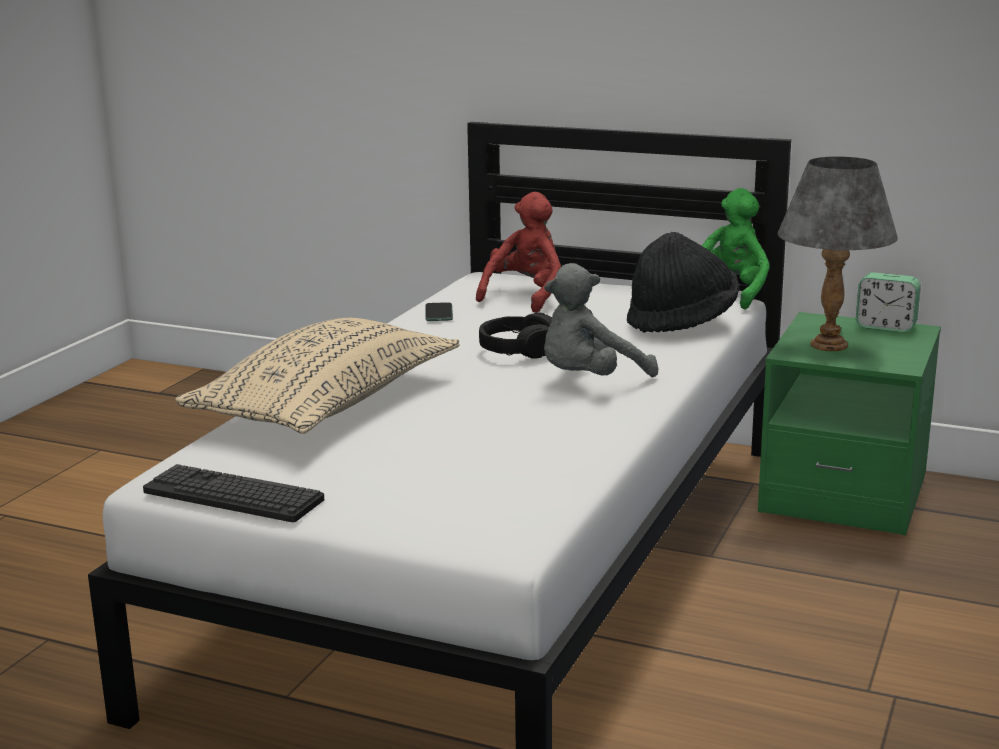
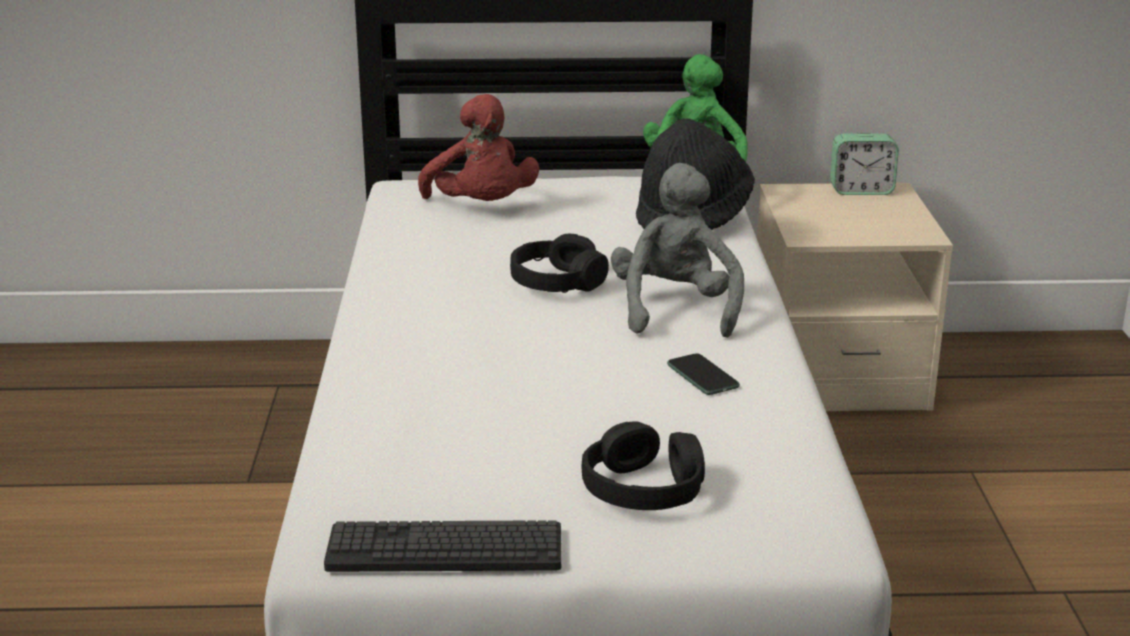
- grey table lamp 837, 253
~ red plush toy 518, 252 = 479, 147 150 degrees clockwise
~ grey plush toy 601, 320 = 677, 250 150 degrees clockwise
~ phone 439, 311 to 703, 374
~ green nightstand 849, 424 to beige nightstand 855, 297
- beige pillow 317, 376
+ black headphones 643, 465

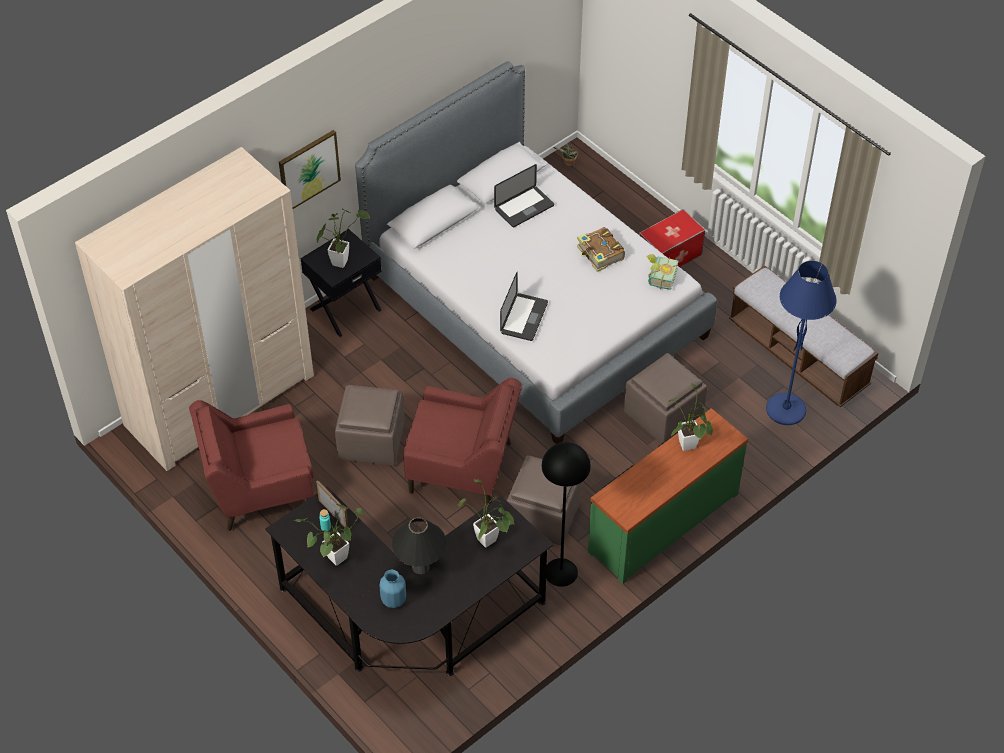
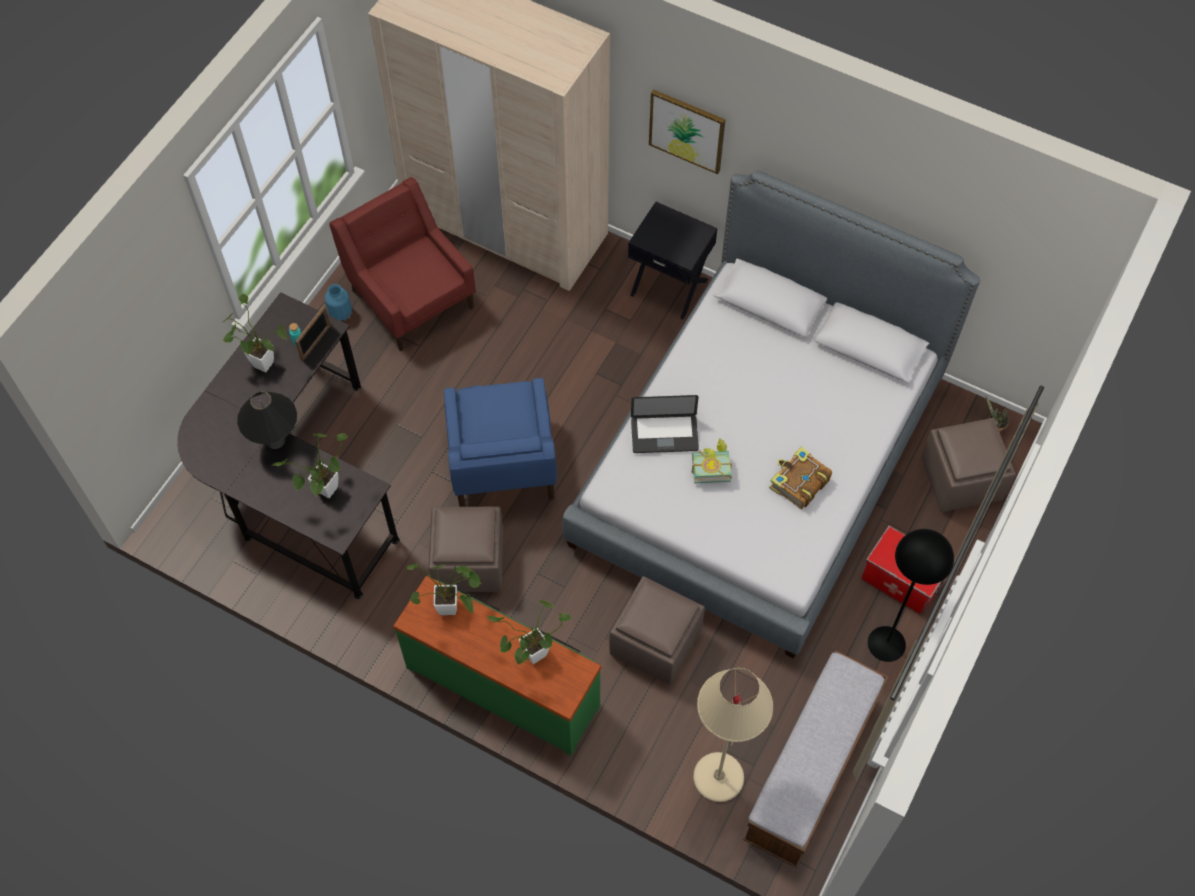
- laptop 524, 195
~ potted plant 343, 238 to 443, 589
~ book 663, 272 to 712, 460
~ blue floor lamp 801, 343 to beige floor lamp 733, 735
~ red armchair 462, 441 to blue armchair 500, 442
~ brown ottoman 369, 425 to 968, 465
~ black floor lamp 566, 514 to 911, 595
~ blue vase 393, 589 to 338, 302

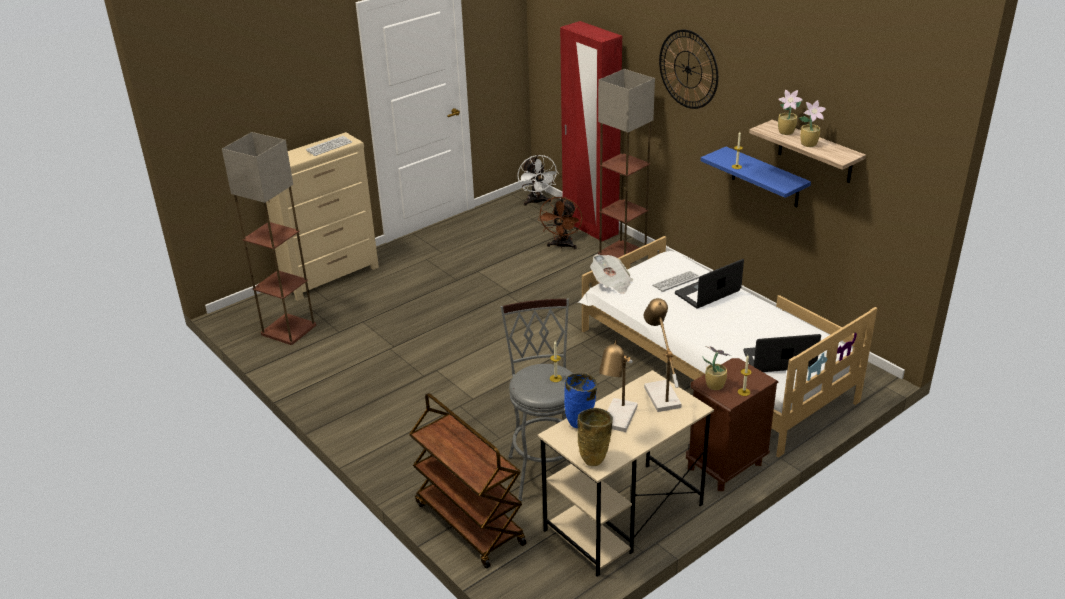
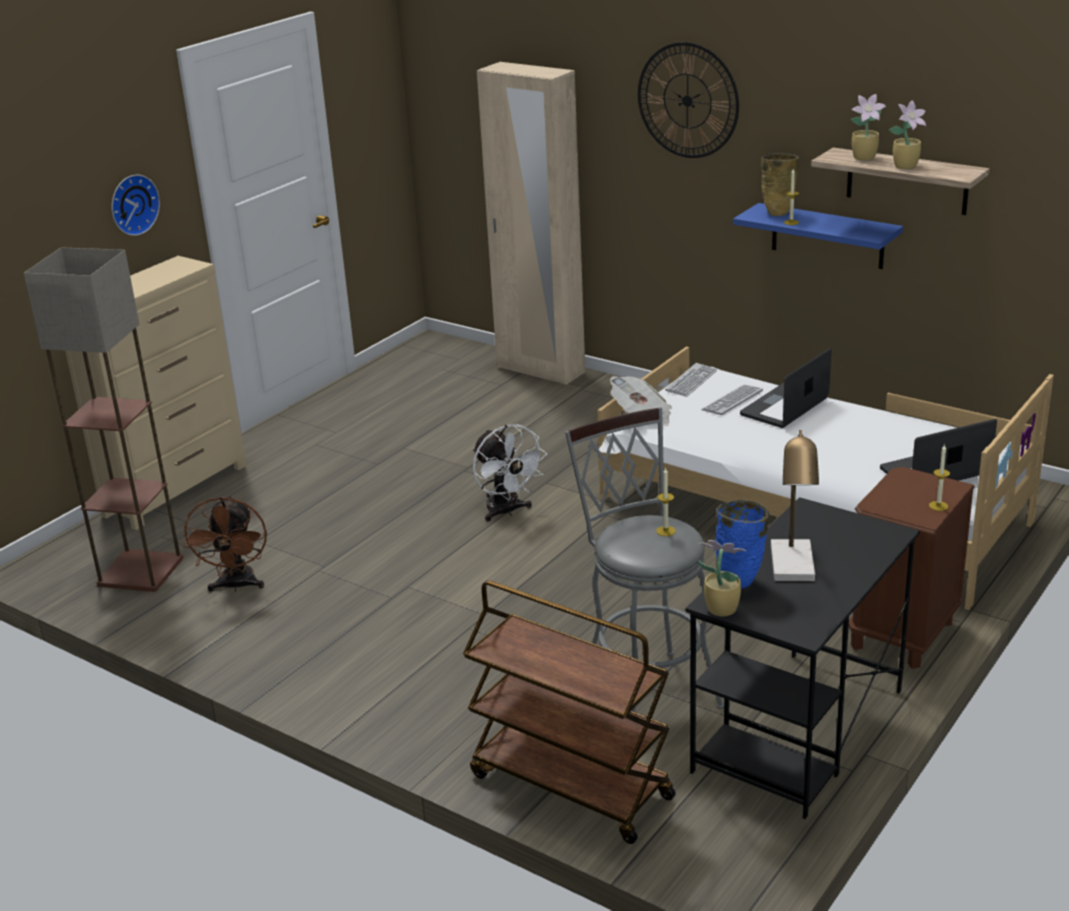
~ red wardrobe 591, 131 to beige wardrobe 531, 223
- floor lamp 626, 166
~ keyboard 329, 146 to 691, 380
~ white fan 538, 180 to 510, 473
~ brown fan 560, 223 to 225, 544
- table lamp 663, 355
~ potted plant 717, 368 to 722, 578
~ beige desk 626, 473 to black desk 803, 658
~ beige vase 595, 437 to 780, 184
+ wall clock 136, 205

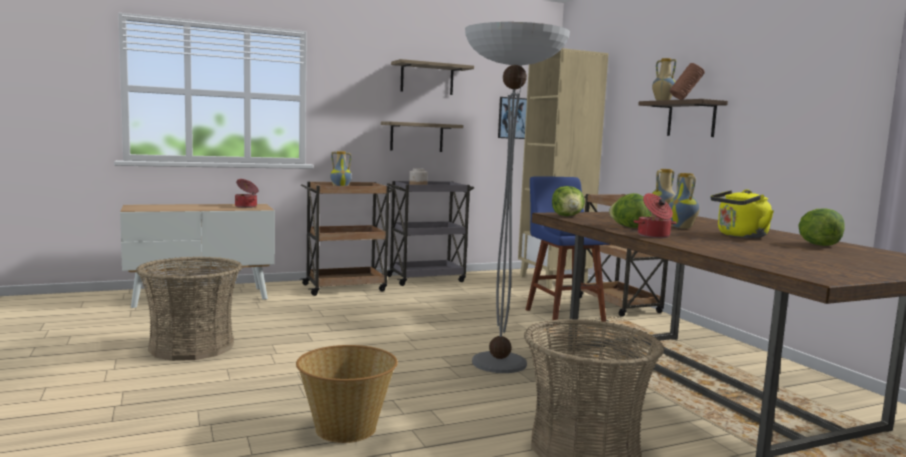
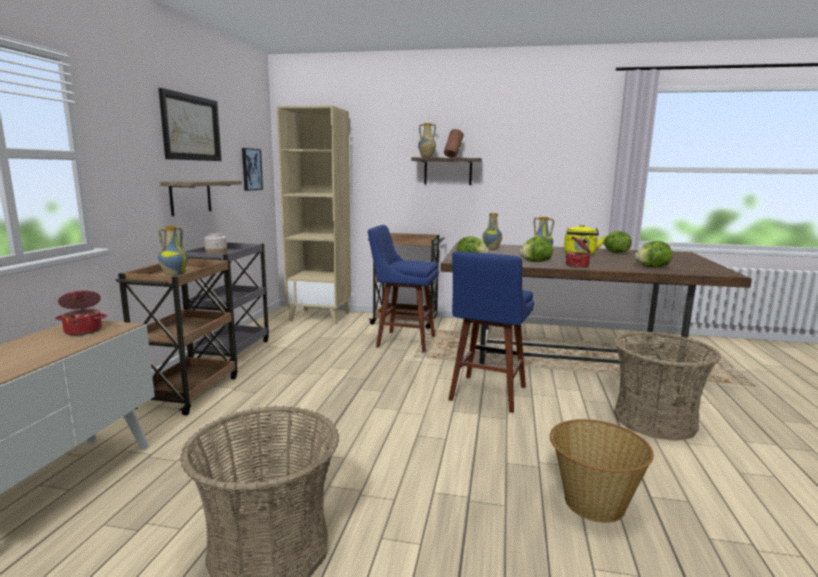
~ floor lamp 517, 197 to blue stool 491, 332
~ shelf 432, 77 to picture 190, 124
+ lettuce 653, 254

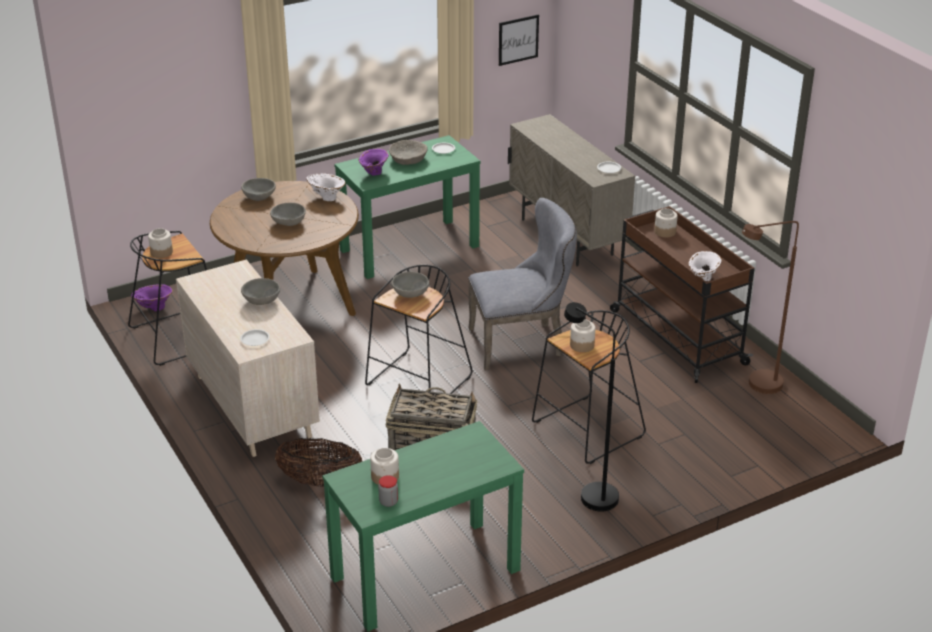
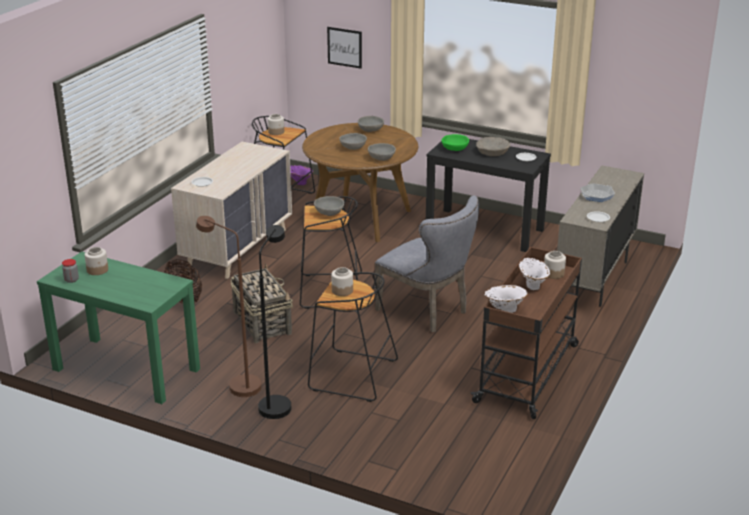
~ picture 519, 40 to 344, 48
~ green console table 407, 207 to black console table 488, 195
~ purple vase 373, 162 to green bowl 455, 142
~ white vase 325, 187 to 534, 274
~ brown floor lamp 770, 307 to 229, 306
~ grey bowl 260, 291 to 382, 152
+ frying pan 597, 192

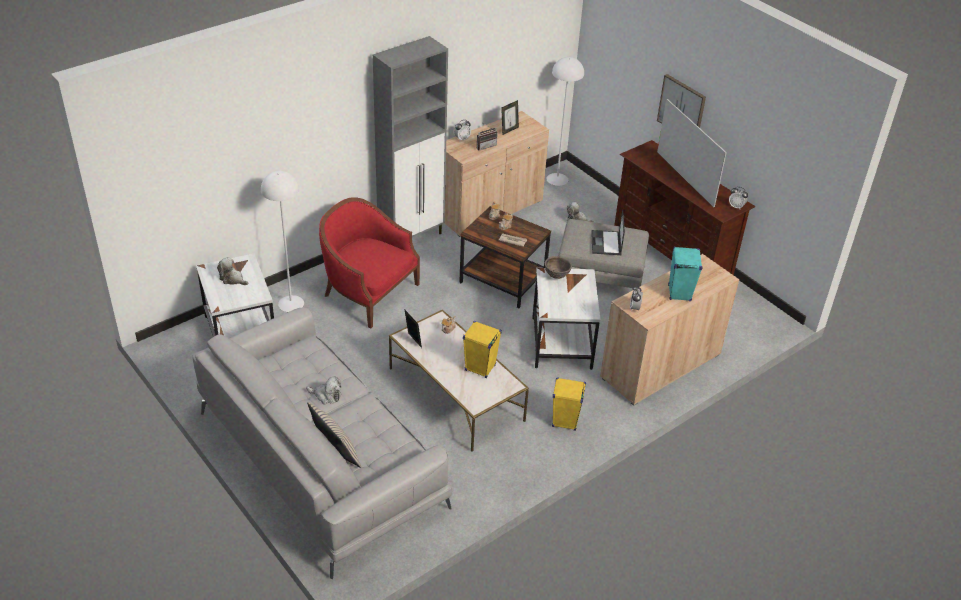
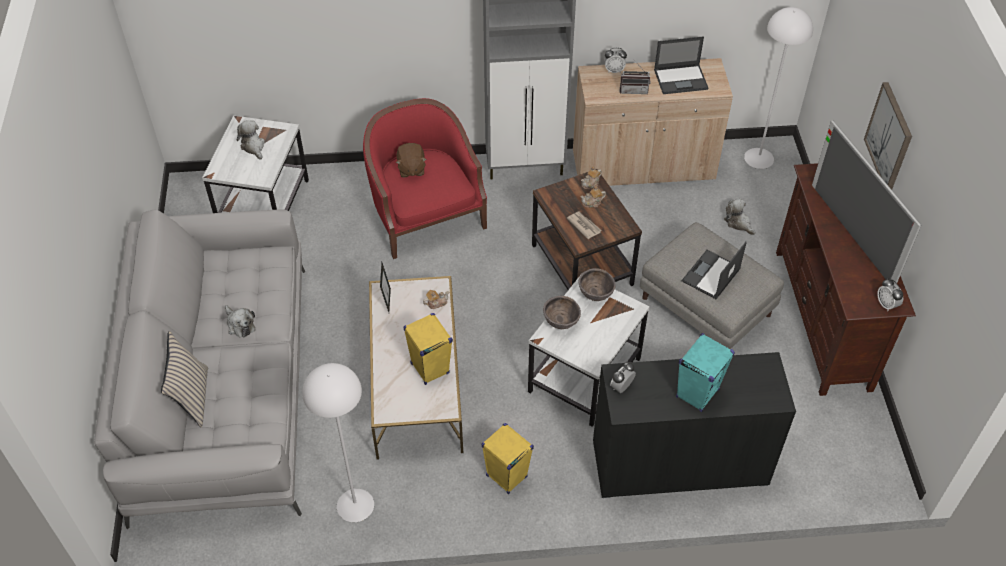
~ television 692, 153 = 866, 202 150 degrees clockwise
~ picture frame 510, 117 to laptop 681, 65
~ white floor lamp 282, 241 to 338, 442
~ beige cabinet 669, 330 to black cabinet 694, 425
+ brown plush toy 411, 160
+ brown bowl 562, 313

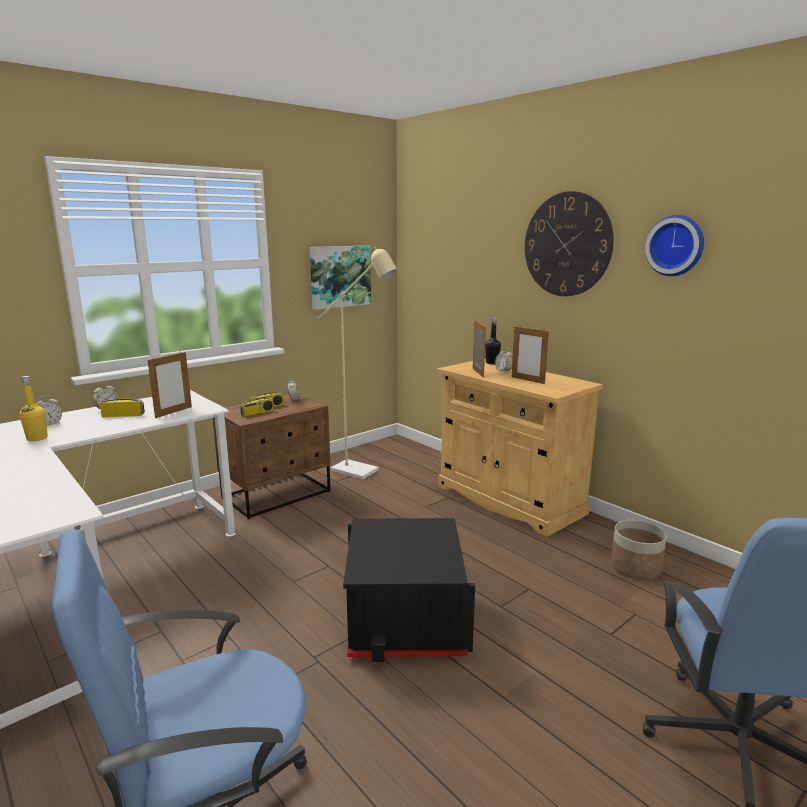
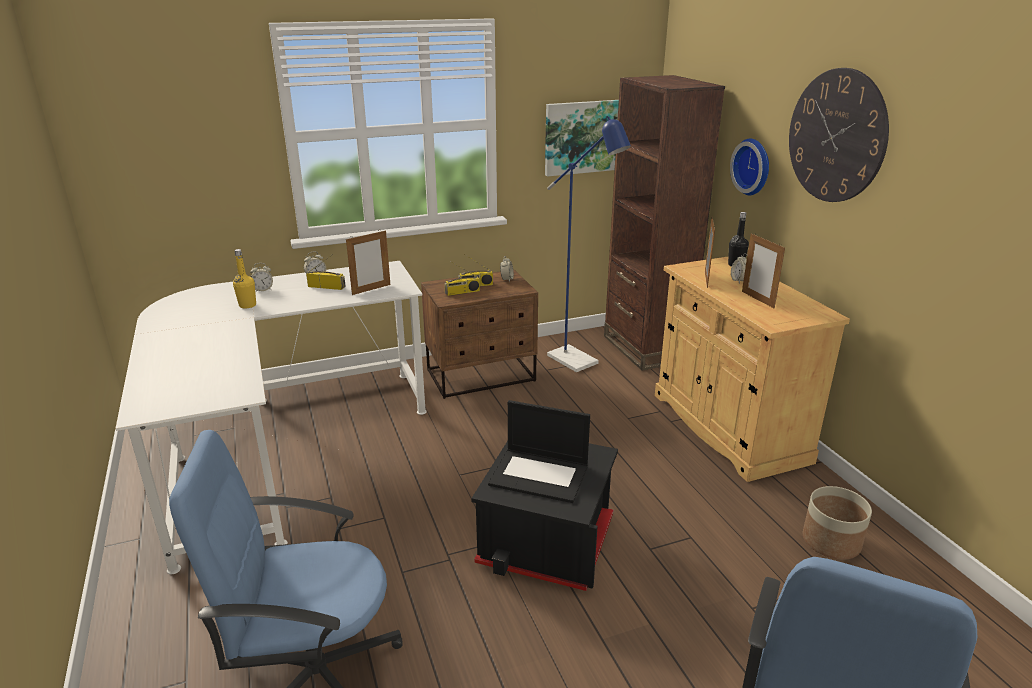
~ wall clock 674, 245 to 749, 167
~ beige floor lamp 357, 363 to blue floor lamp 589, 244
+ brown bookcase 664, 223
+ laptop 539, 451

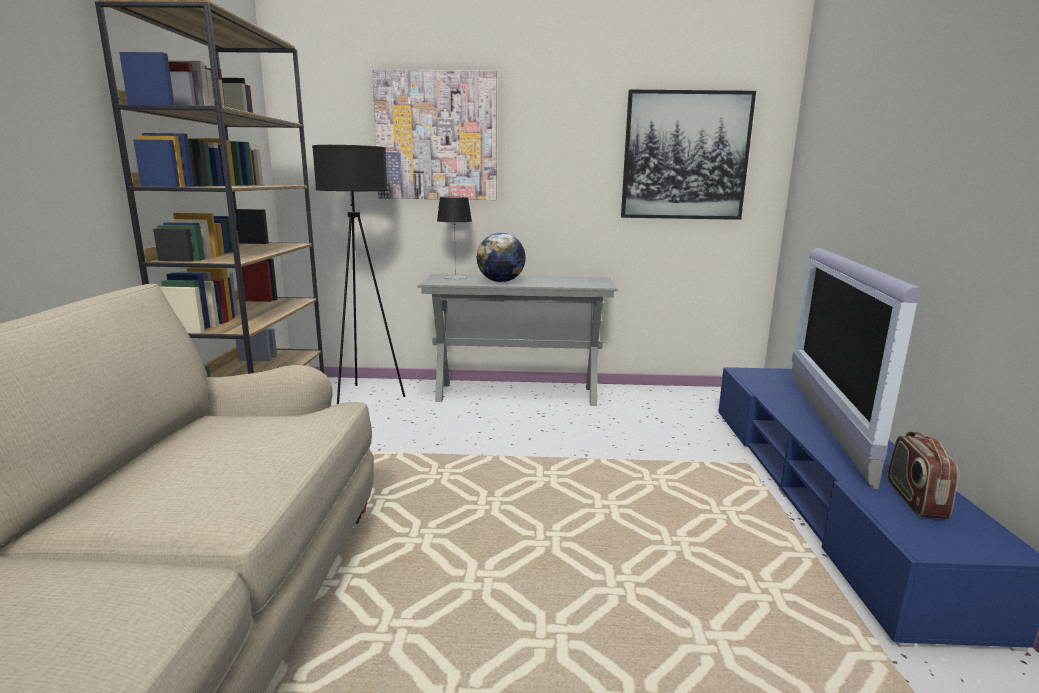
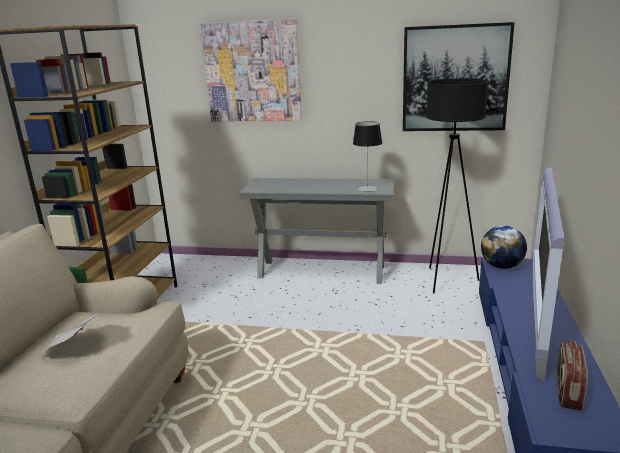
~ black floor lamp 358, 274 to 457, 186
~ table lamp 454, 238 to 367, 156
~ globe 501, 257 to 504, 247
+ newspaper 69, 332

